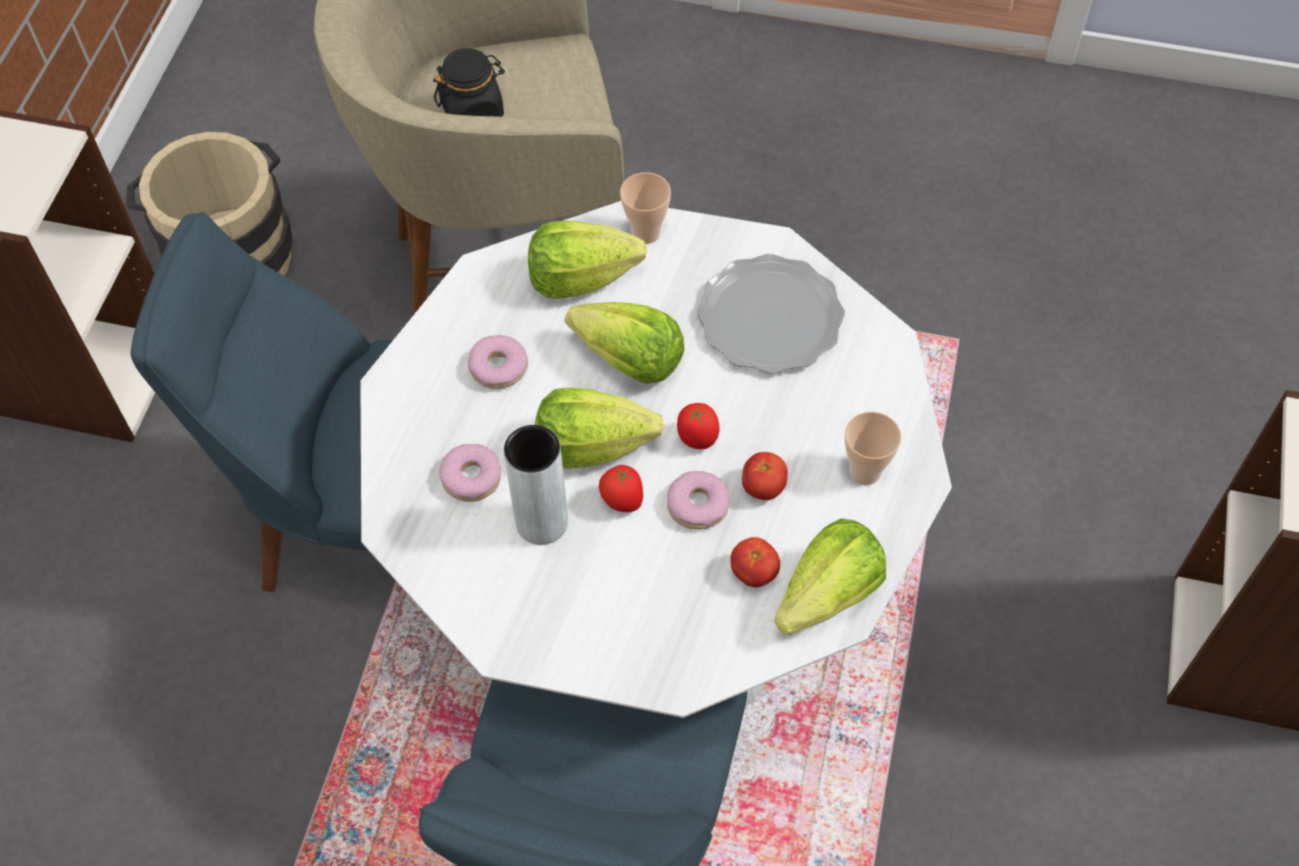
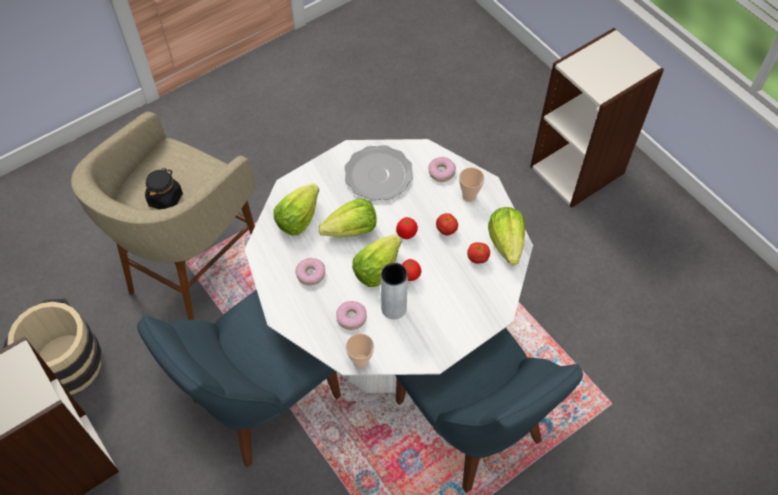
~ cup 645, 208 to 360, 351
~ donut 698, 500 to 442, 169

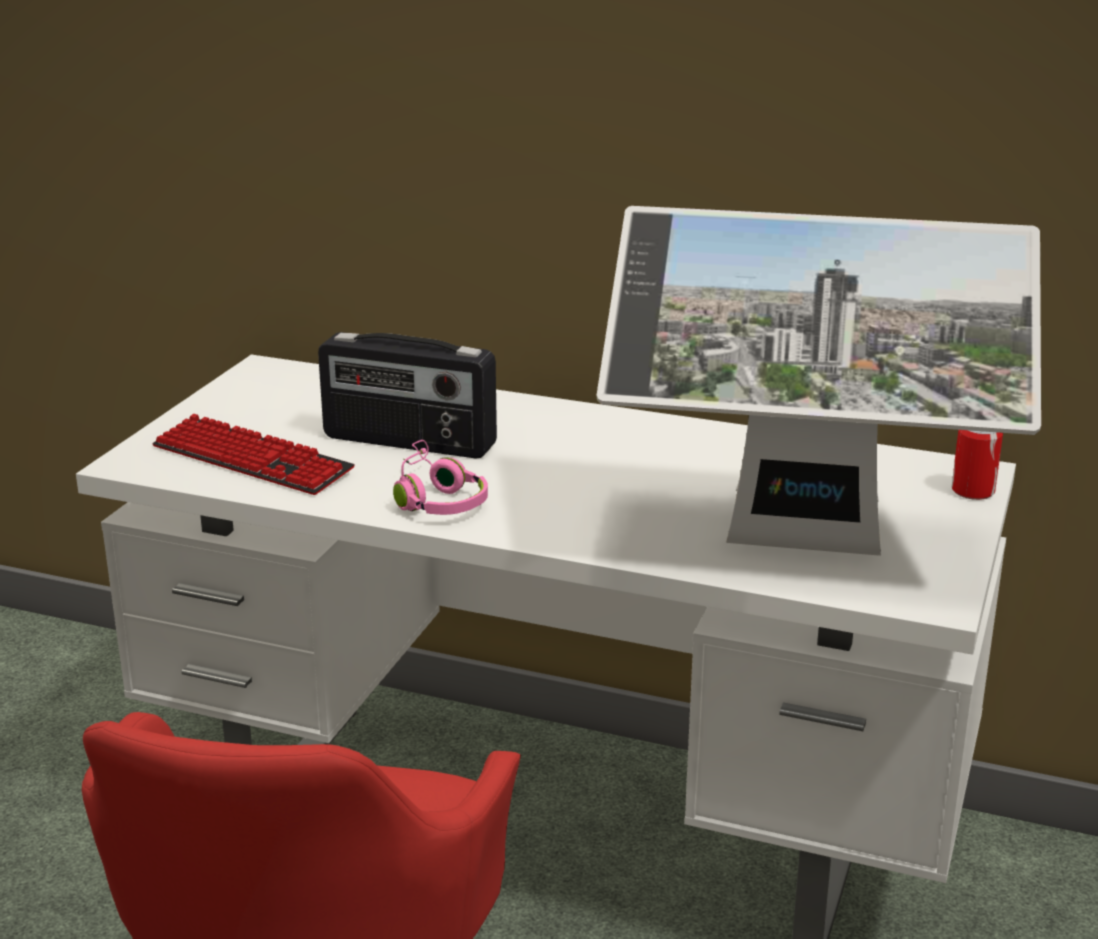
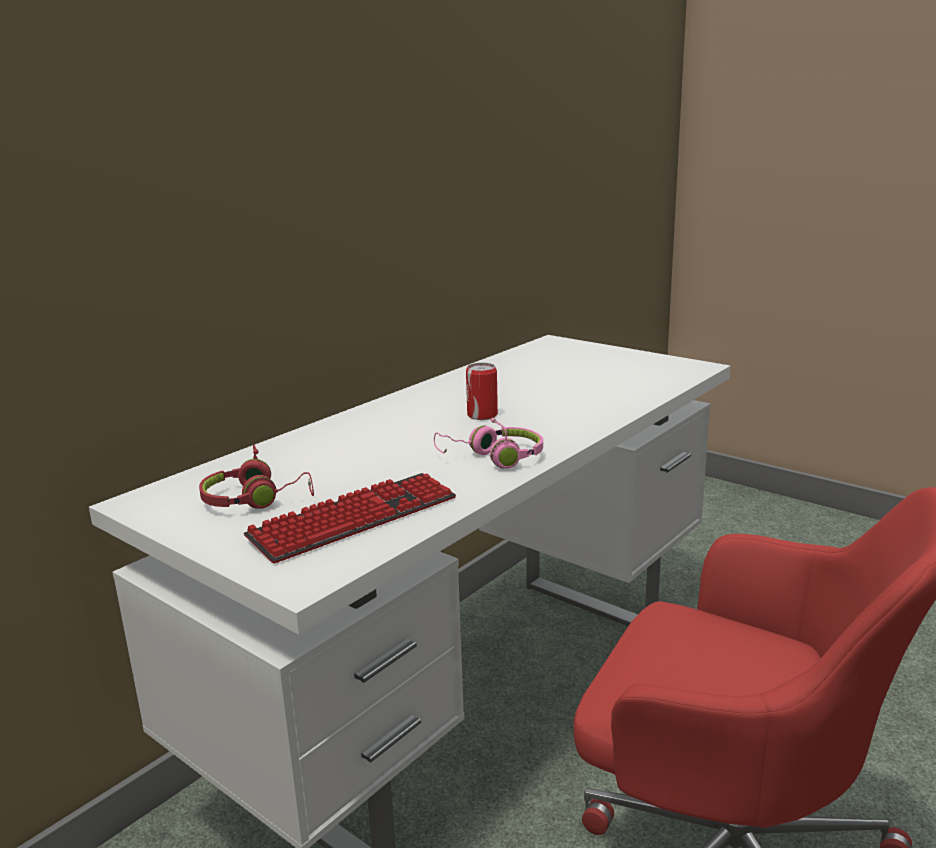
- monitor 819, 381
- radio 407, 395
~ can 977, 465 to 482, 391
+ red headphones 256, 477

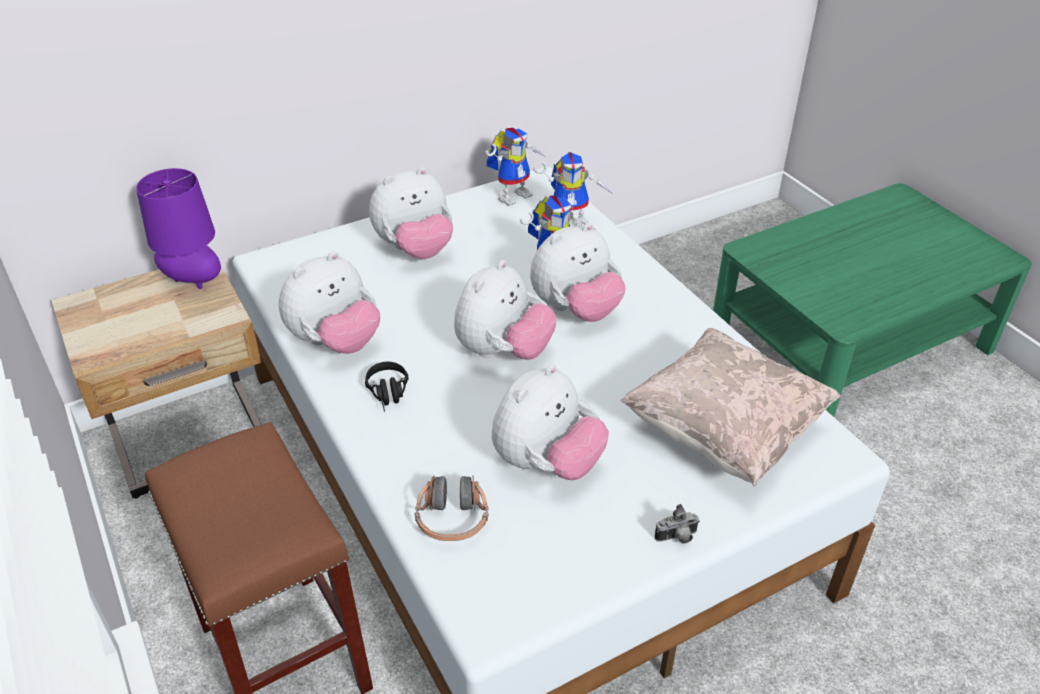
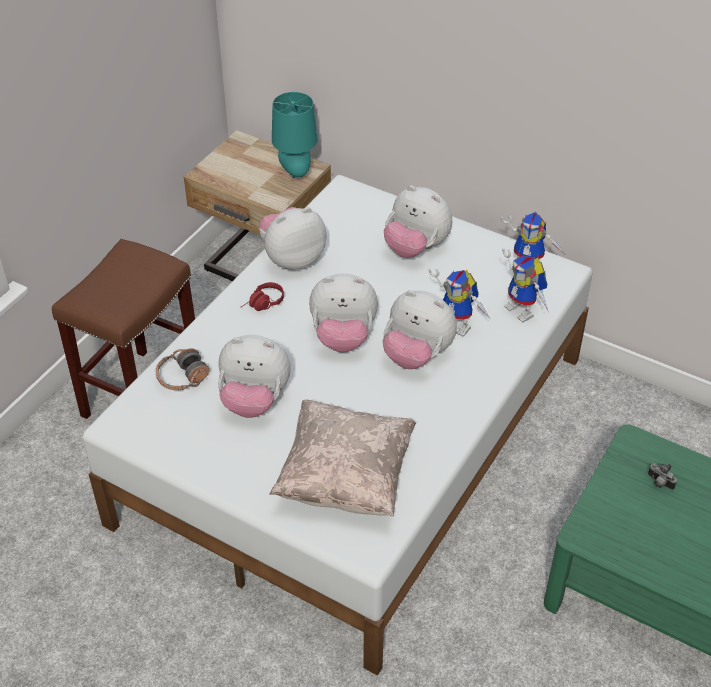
~ purple table lamp 178, 228 to turquoise table lamp 295, 135
~ plush toy 329, 303 = 292, 238 135 degrees clockwise
~ black headphones 387, 387 to red headphones 262, 296
~ photo camera 677, 524 to 662, 476

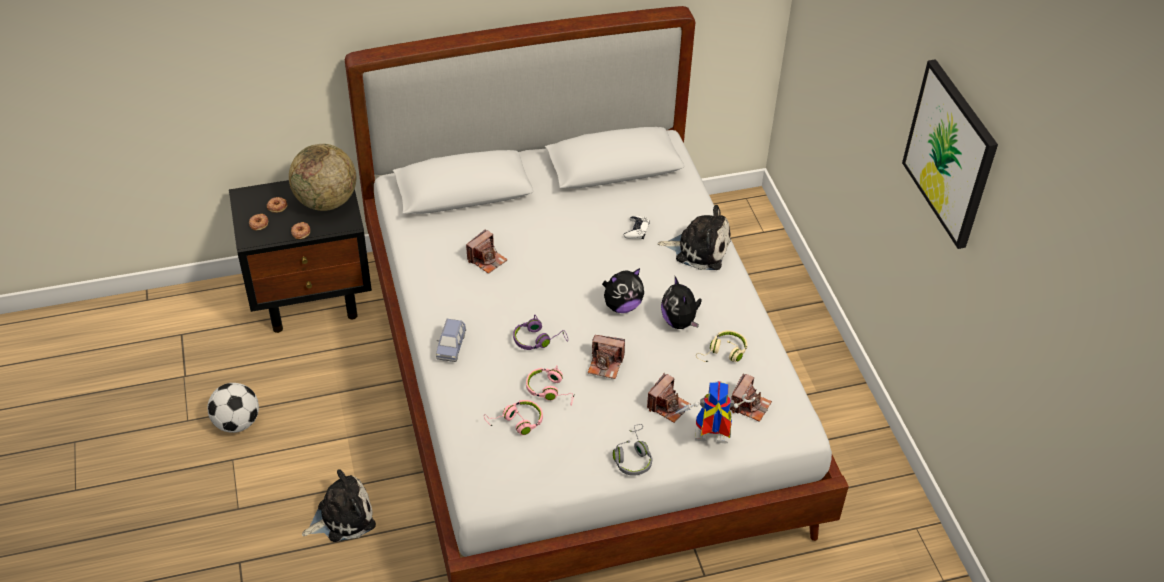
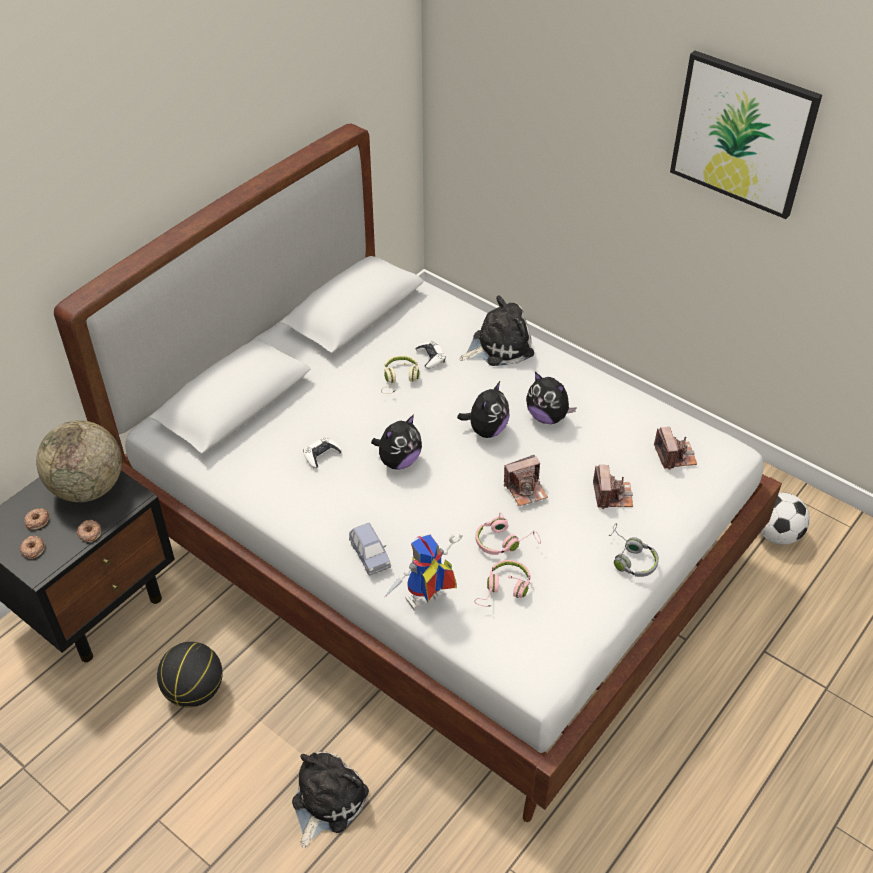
~ photo camera 486, 251 to white game controller 322, 453
- purple headphones 540, 332
~ beige headphones 721, 346 to 400, 374
~ toy robot 713, 412 to 423, 572
~ football 233, 408 to 785, 518
+ plush toy 396, 442
+ basketball 190, 674

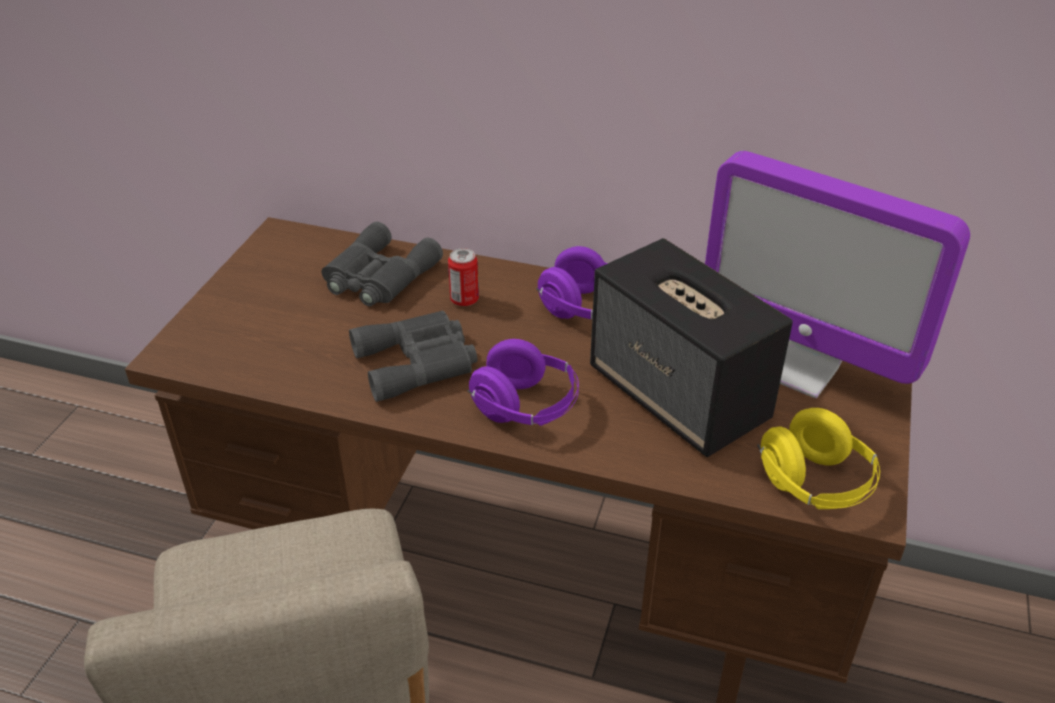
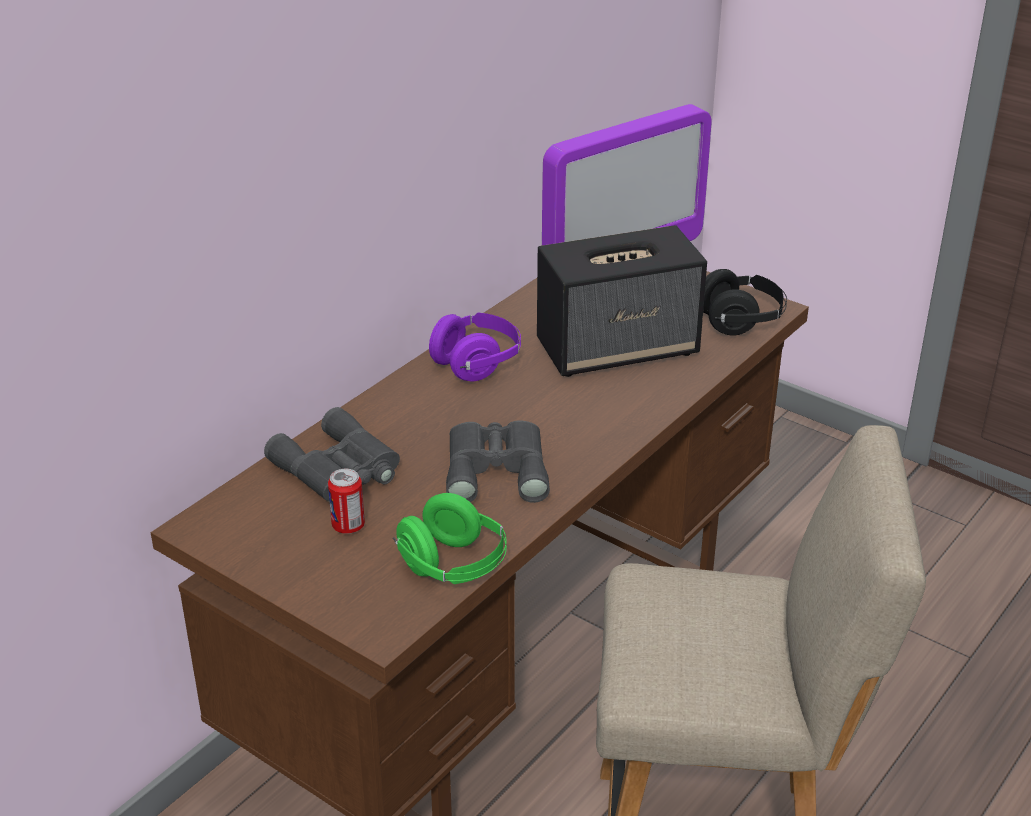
~ can 463, 277 to 346, 501
- purple headphones 523, 382
~ yellow headphones 818, 458 to black headphones 745, 302
+ green headphones 450, 538

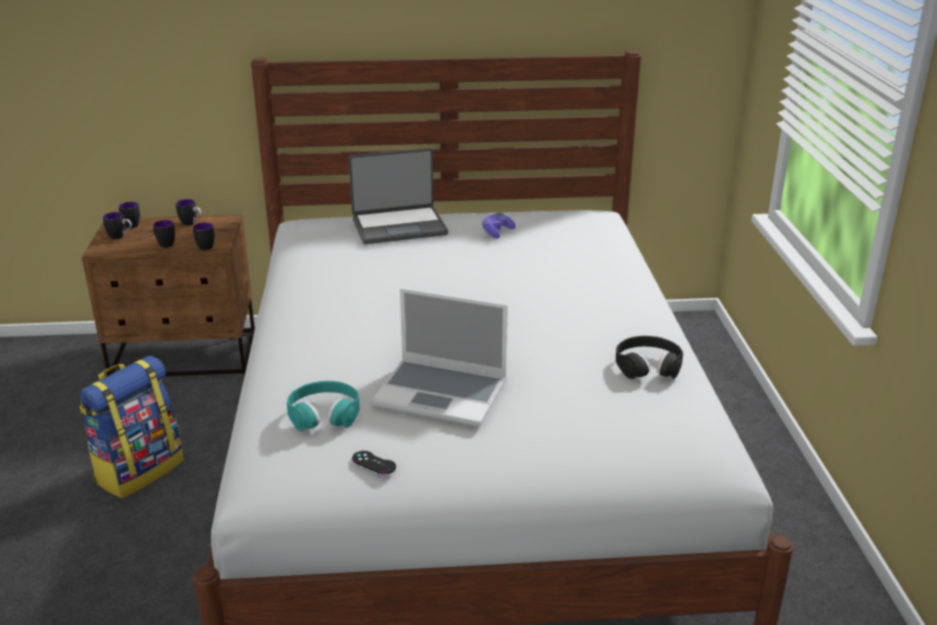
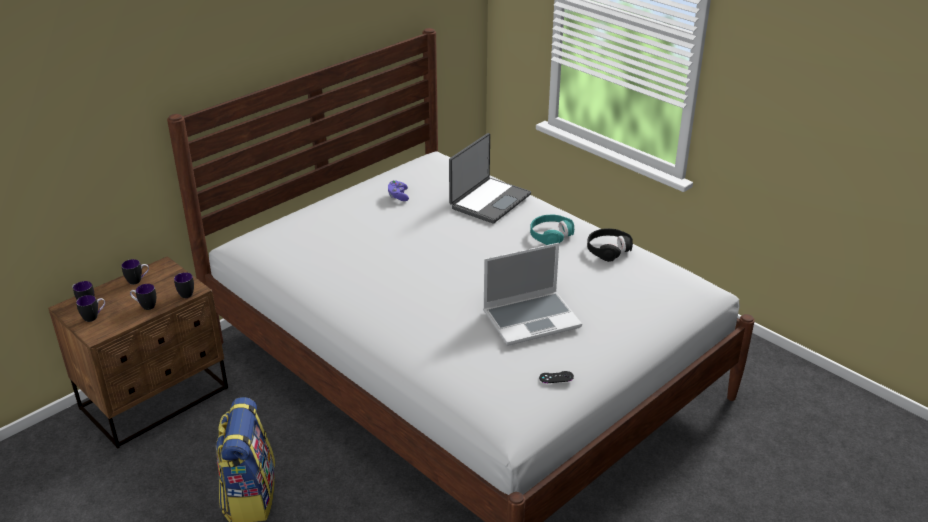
~ laptop 398, 196 to 490, 178
~ turquoise headphones 323, 406 to 552, 230

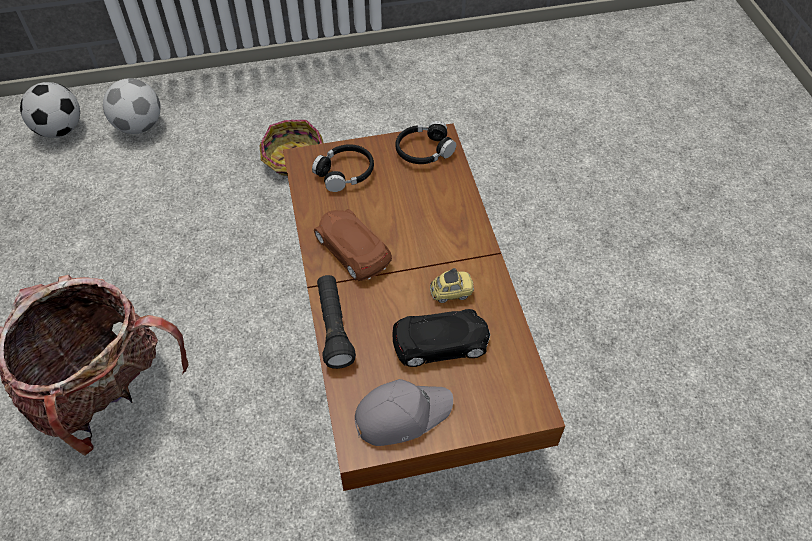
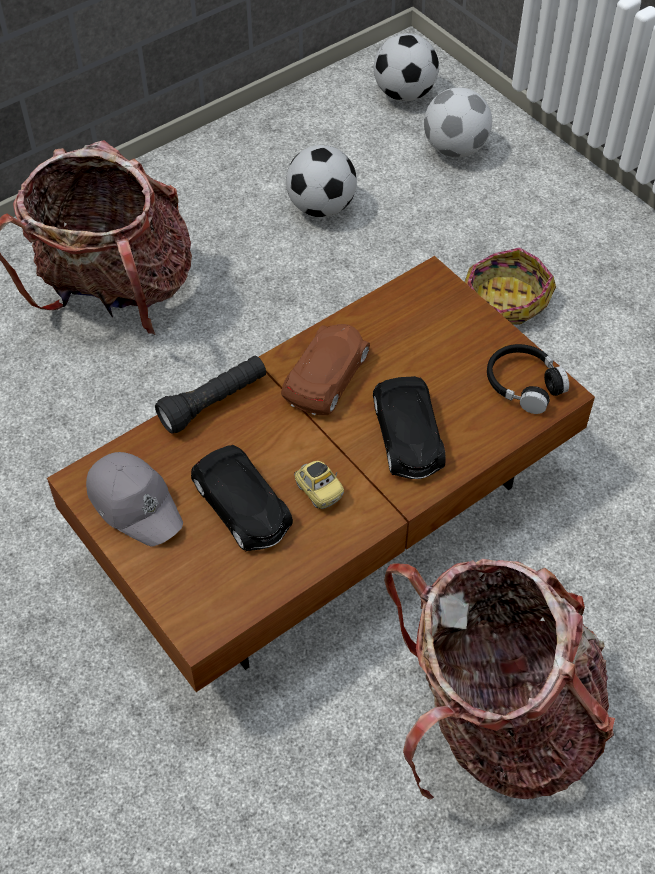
- black headphones 343, 168
+ football 321, 181
+ black toy car 409, 427
+ backpack 499, 679

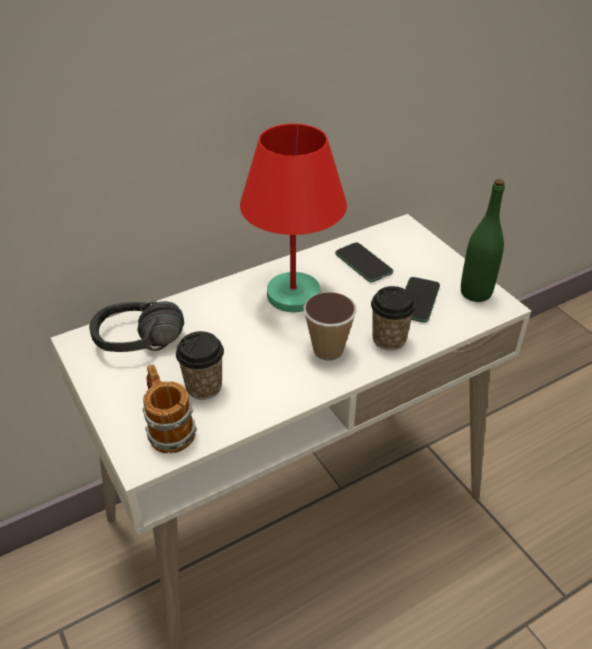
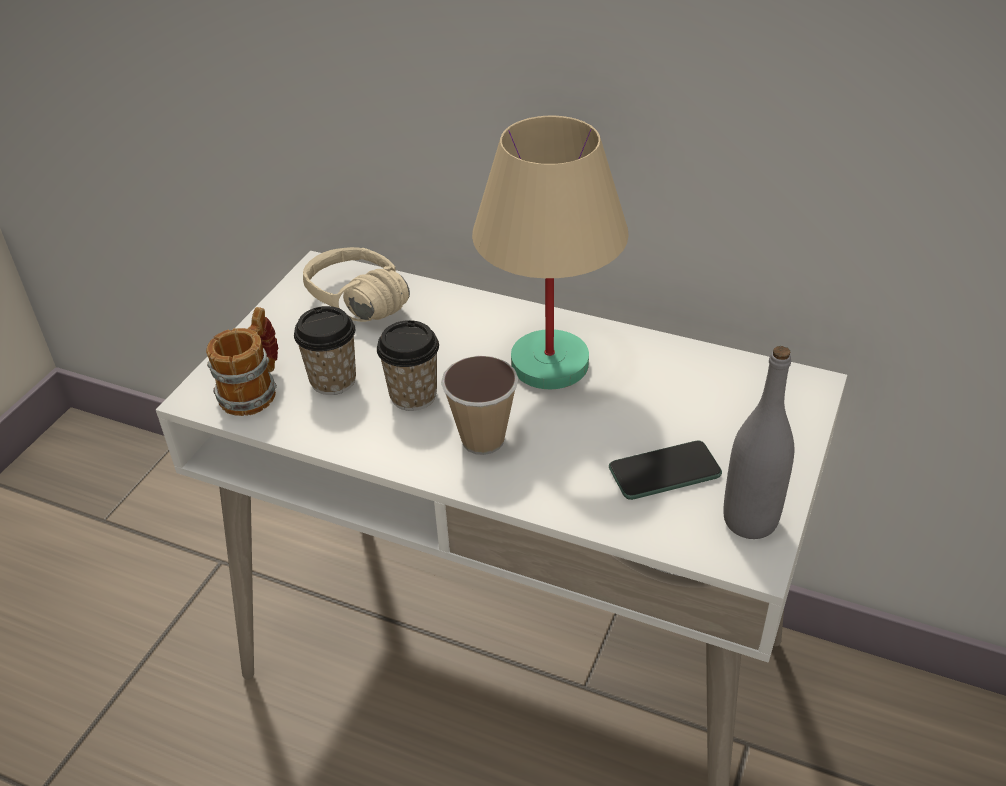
~ red table lamp 293, 218 to beige table lamp 550, 252
~ green bottle 483, 240 to grey bottle 758, 442
- phone 364, 262
~ cup 393, 318 to 408, 365
~ black headphones 136, 326 to beige headphones 356, 284

